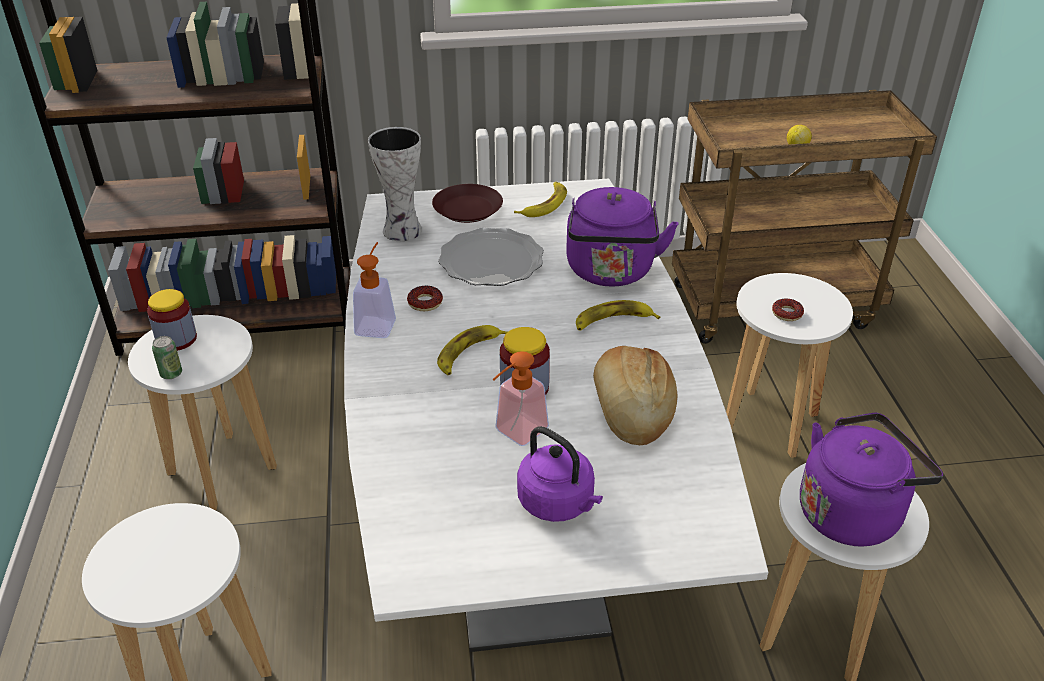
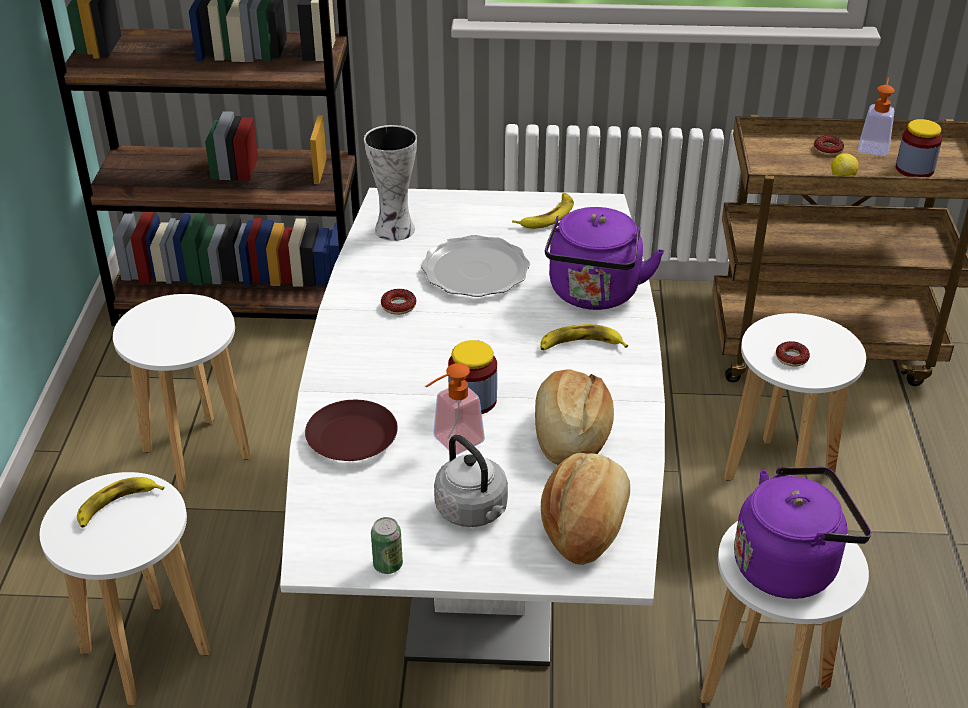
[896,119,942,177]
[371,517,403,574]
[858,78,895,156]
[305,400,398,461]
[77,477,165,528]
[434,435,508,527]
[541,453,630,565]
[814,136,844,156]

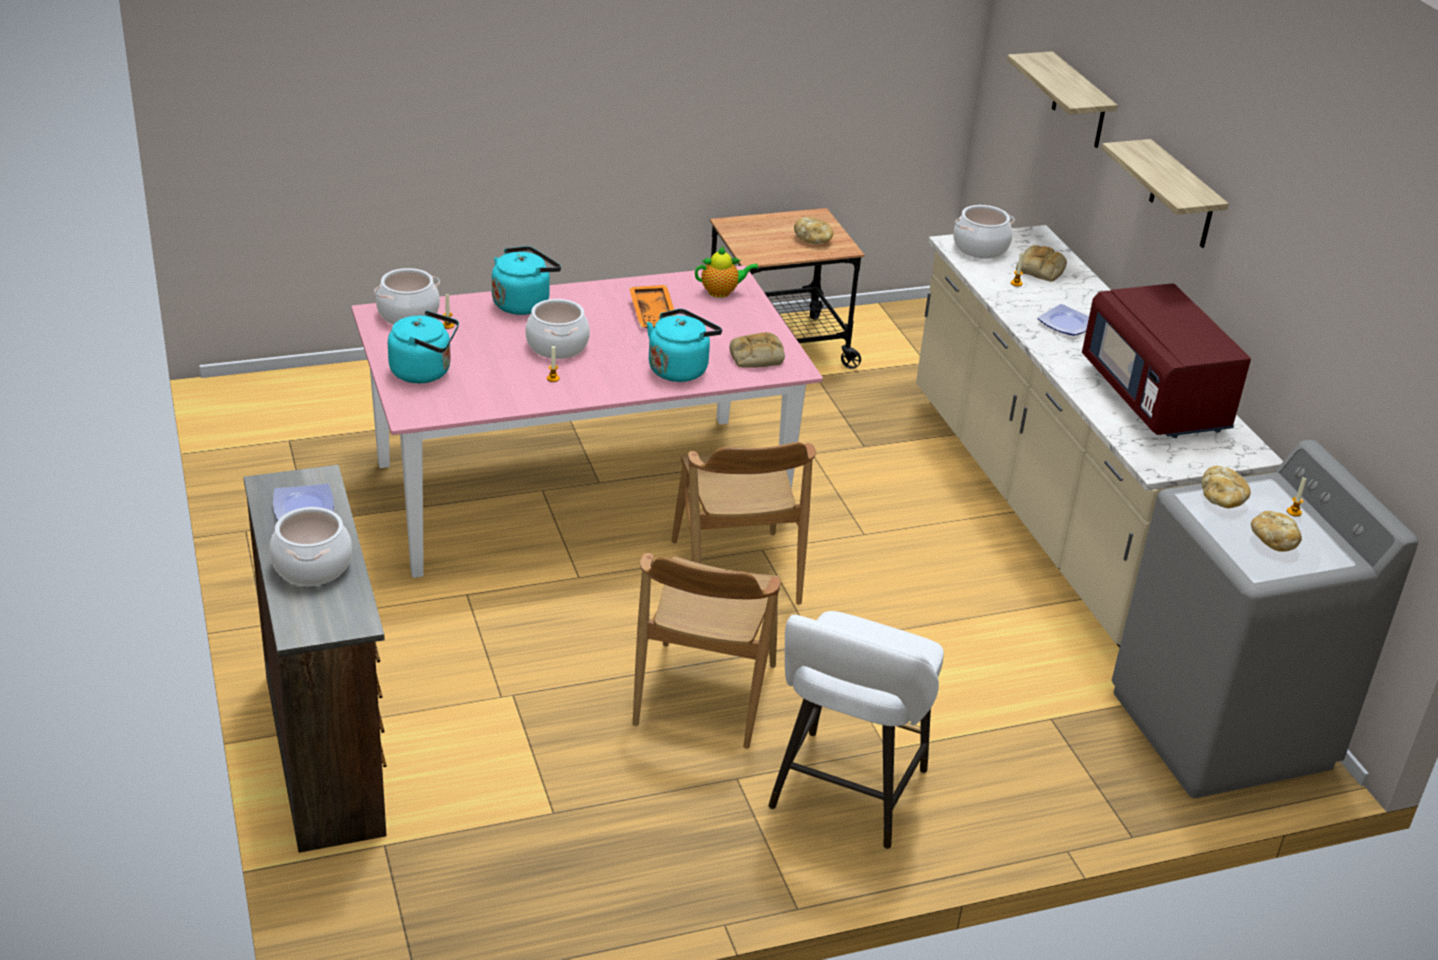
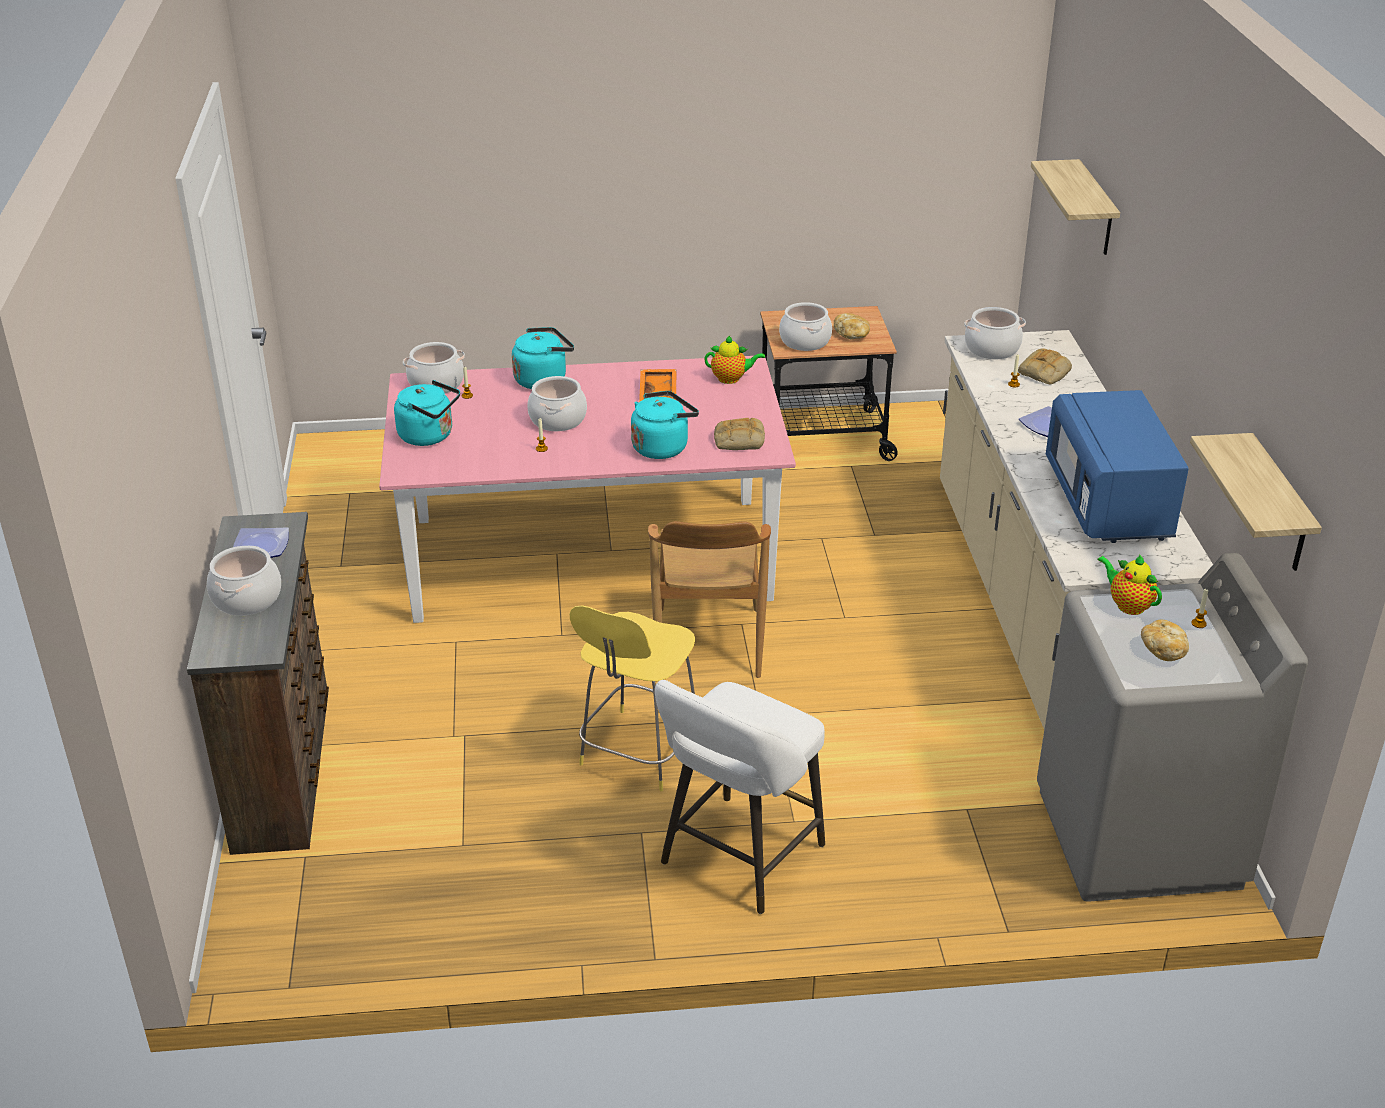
[570,605,695,791]
[1046,390,1189,543]
[1190,433,1322,571]
[1097,554,1162,615]
[779,302,832,351]

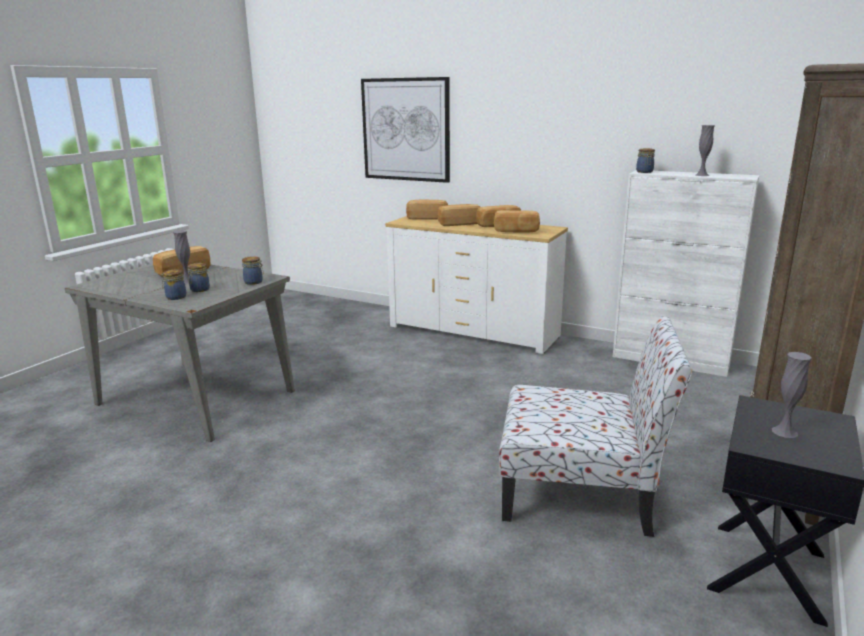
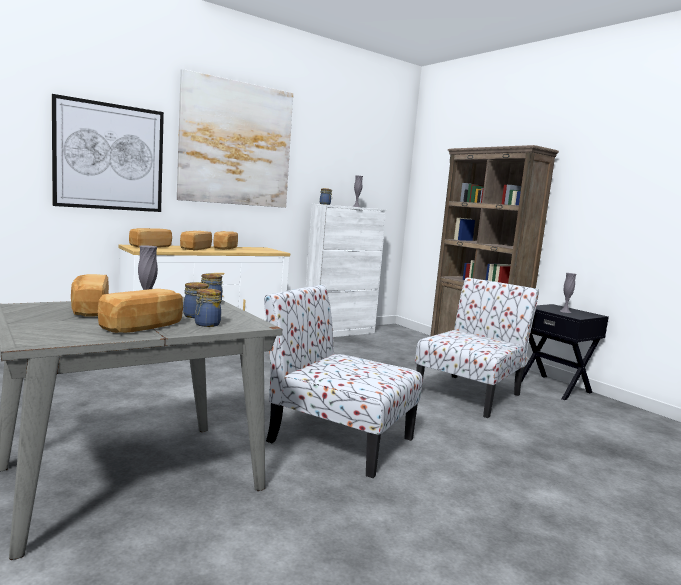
[98,289,183,333]
[177,69,293,208]
[264,285,423,478]

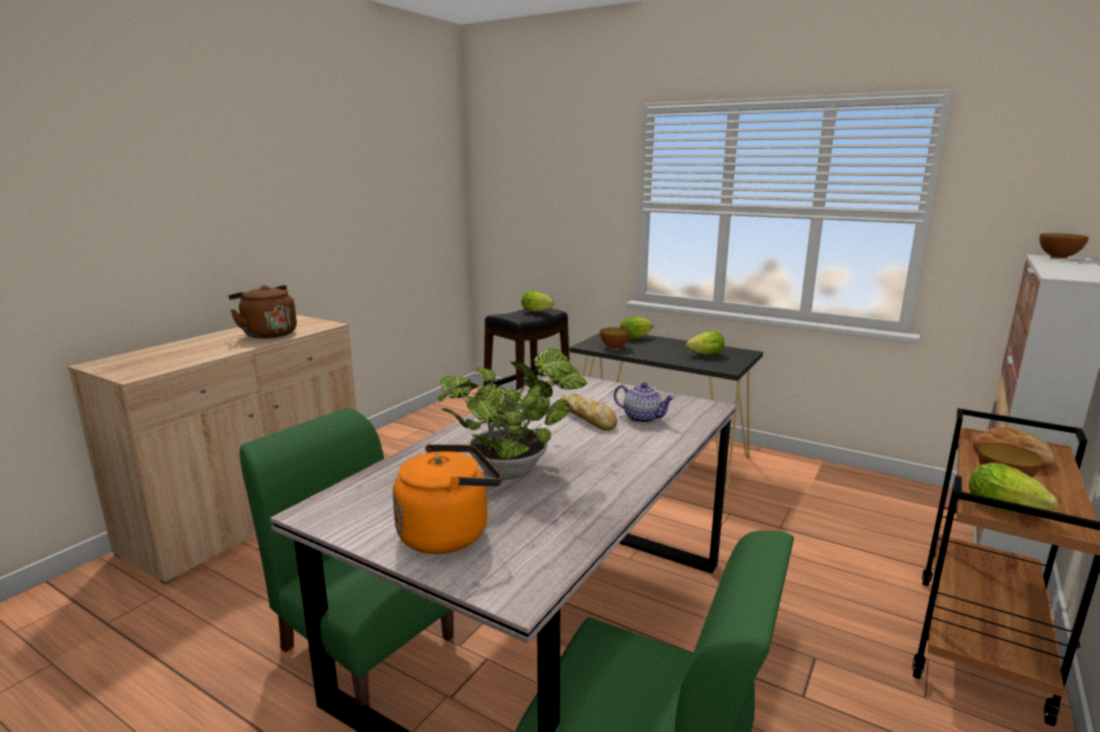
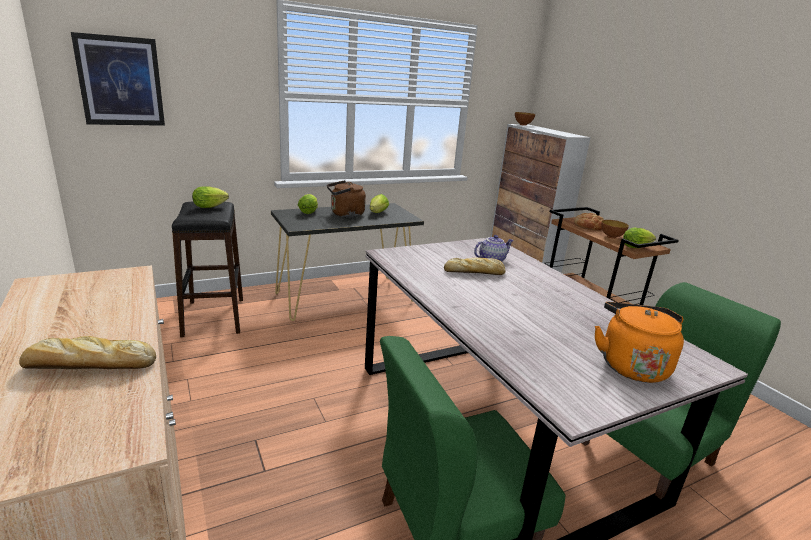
[327,180,366,217]
[438,348,587,480] (first image)
[600,327,630,349] (first image)
[19,336,156,369]
[71,32,165,126]

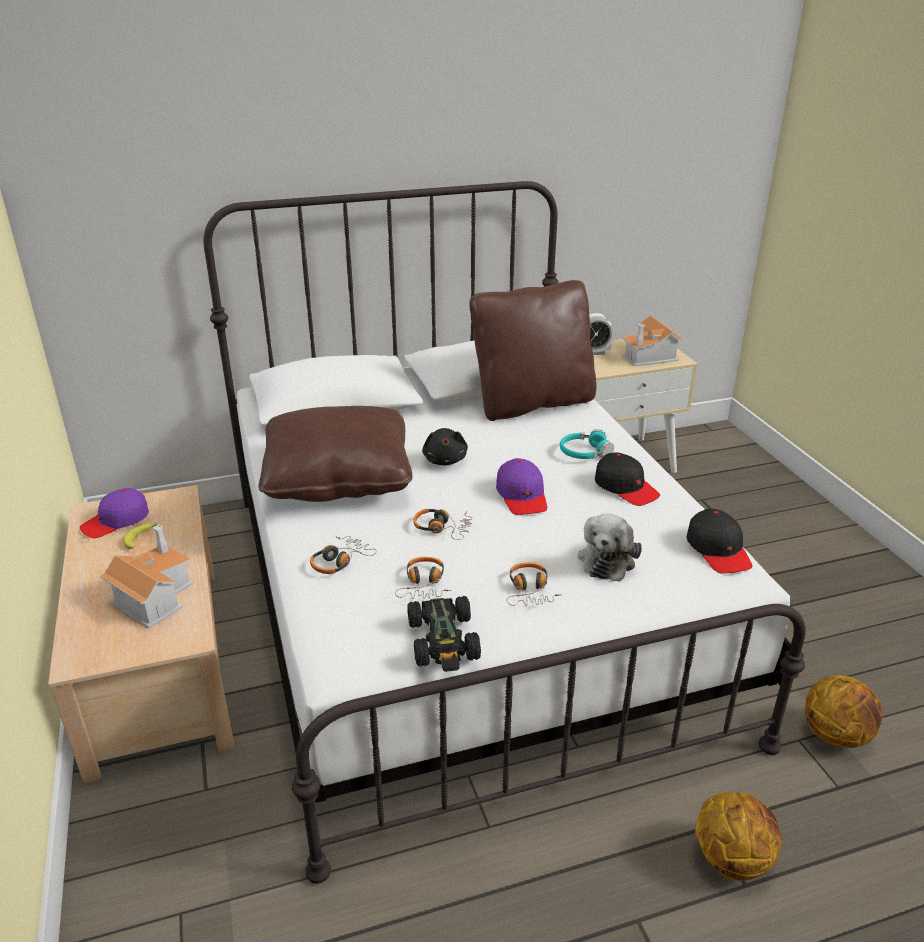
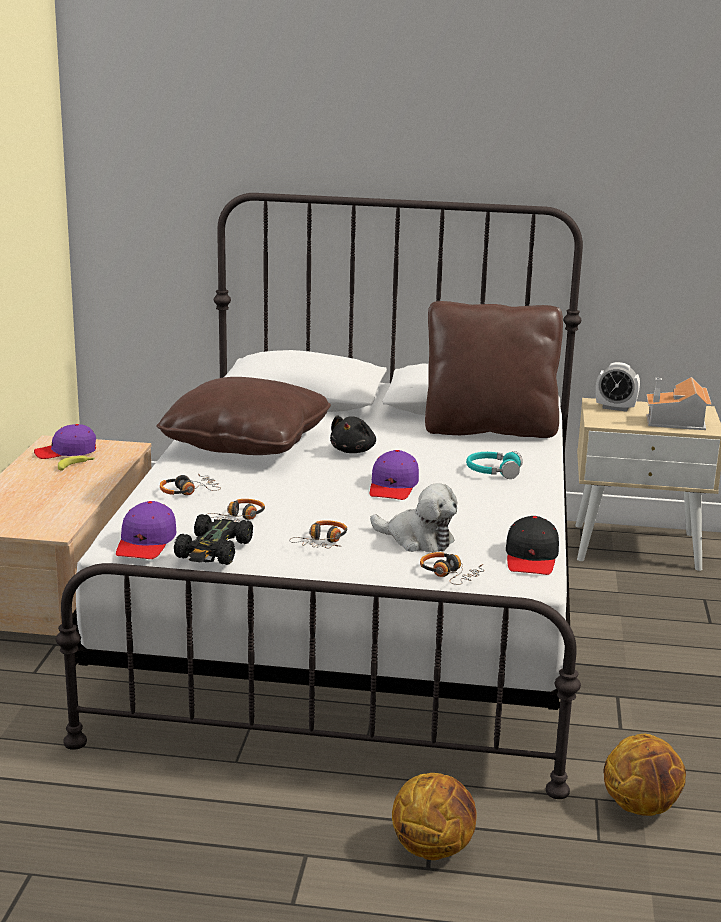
[100,525,194,628] (first image)
[420,552,485,585]
[370,483,457,553]
[595,452,660,506] (first image)
[116,501,176,559]

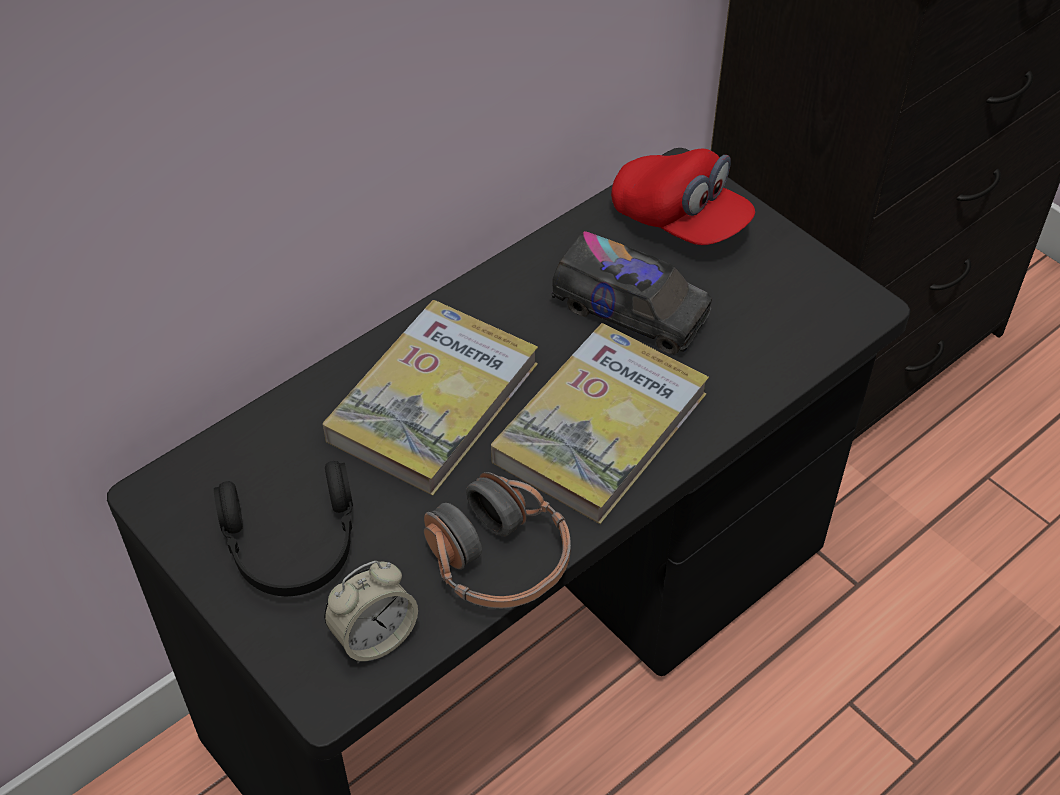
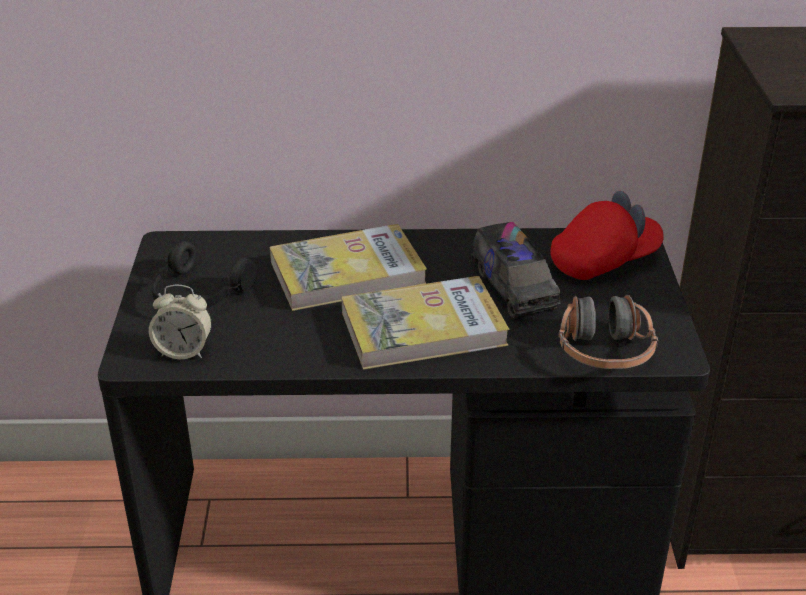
[558,295,658,369]
[550,191,664,280]

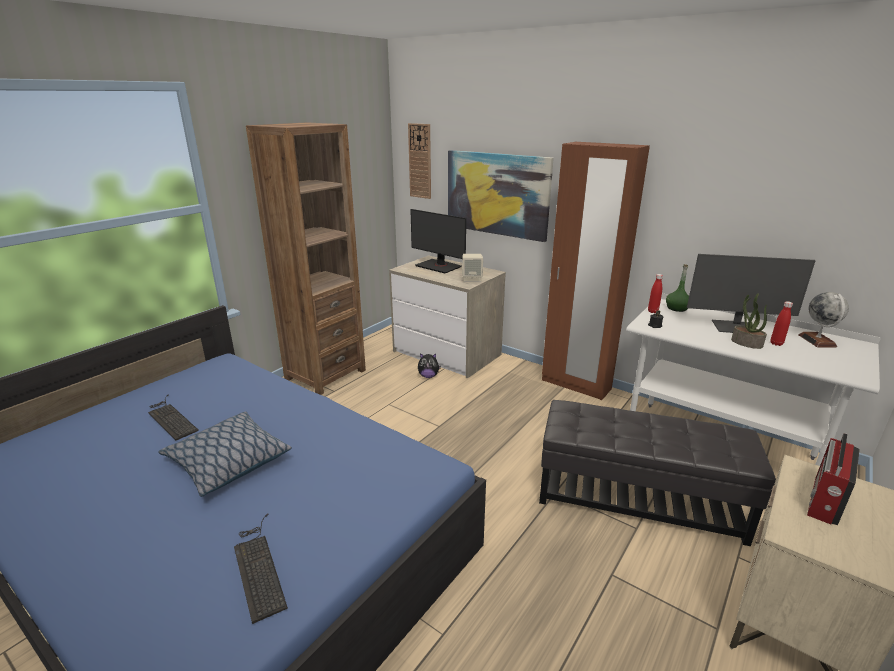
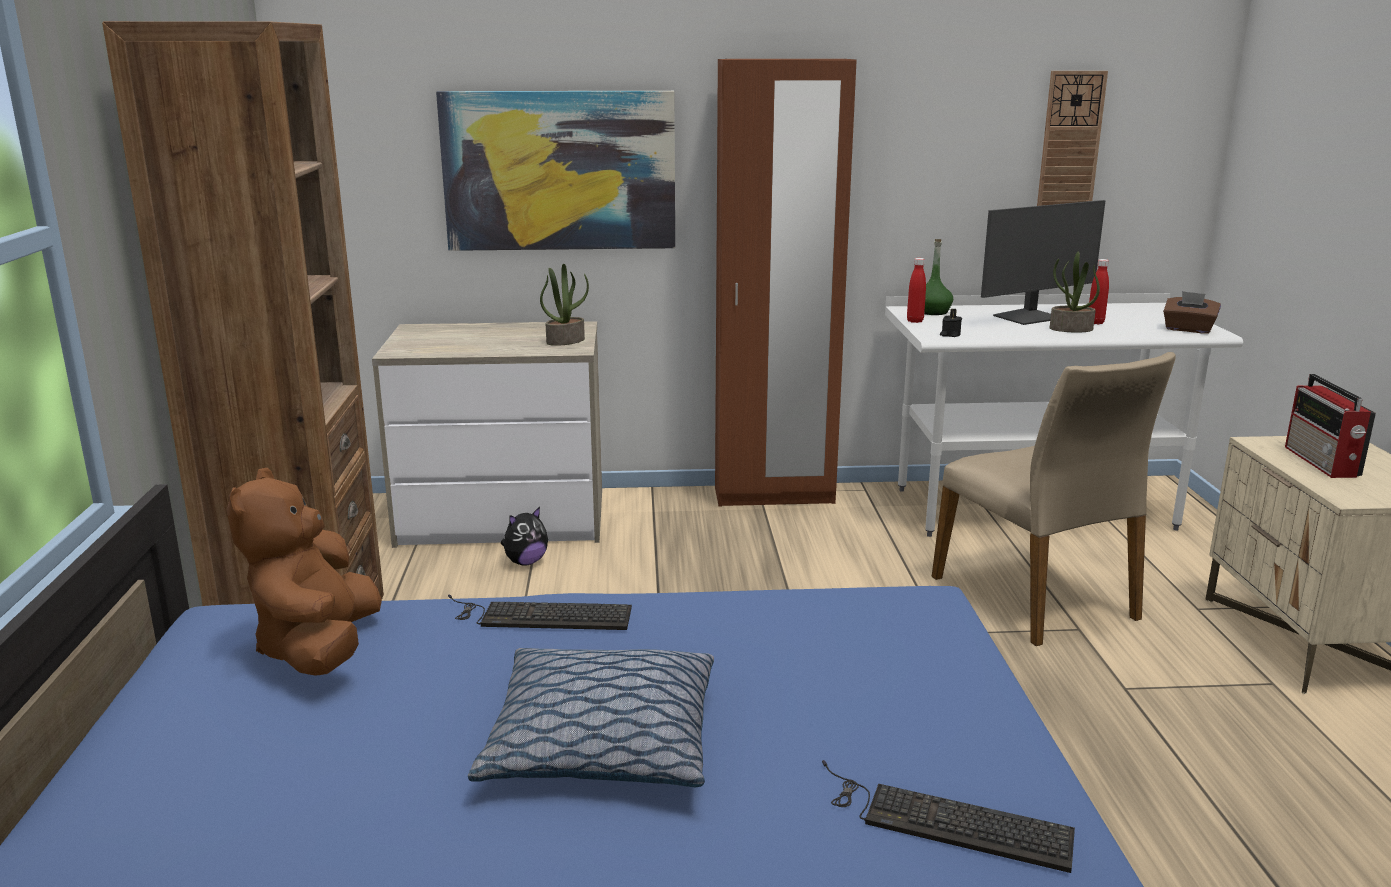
[448,594,632,630]
[1037,71,1108,206]
[410,209,466,273] (first image)
[540,264,589,346]
[932,352,1176,646]
[798,292,849,348] (first image)
[226,468,382,676]
[1163,291,1221,334]

